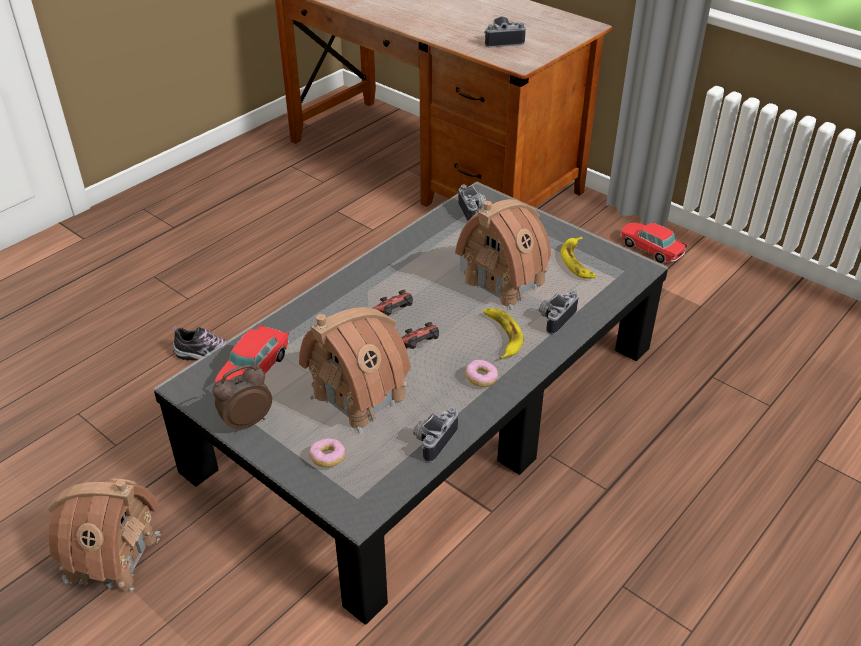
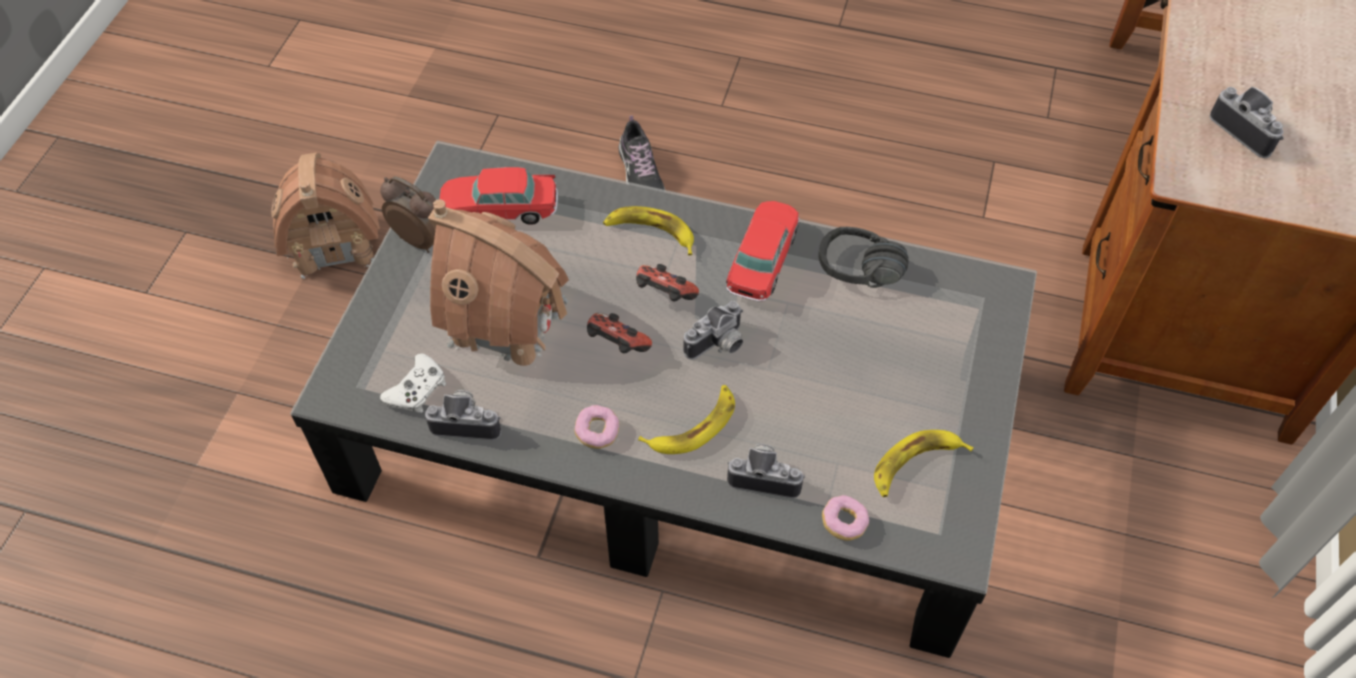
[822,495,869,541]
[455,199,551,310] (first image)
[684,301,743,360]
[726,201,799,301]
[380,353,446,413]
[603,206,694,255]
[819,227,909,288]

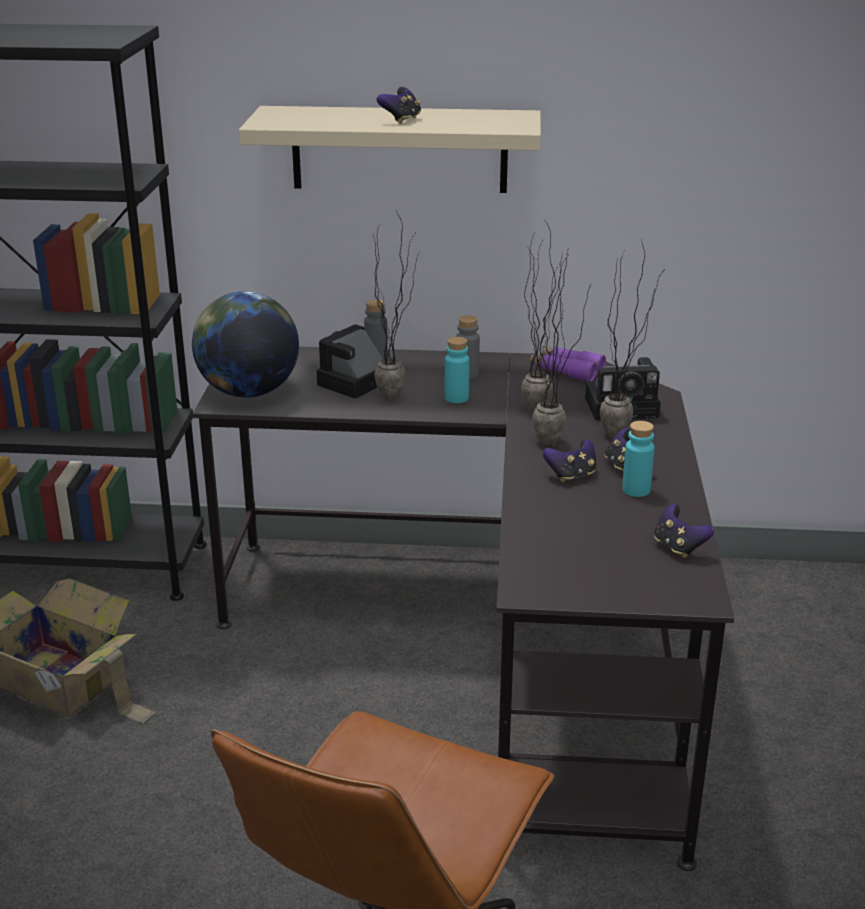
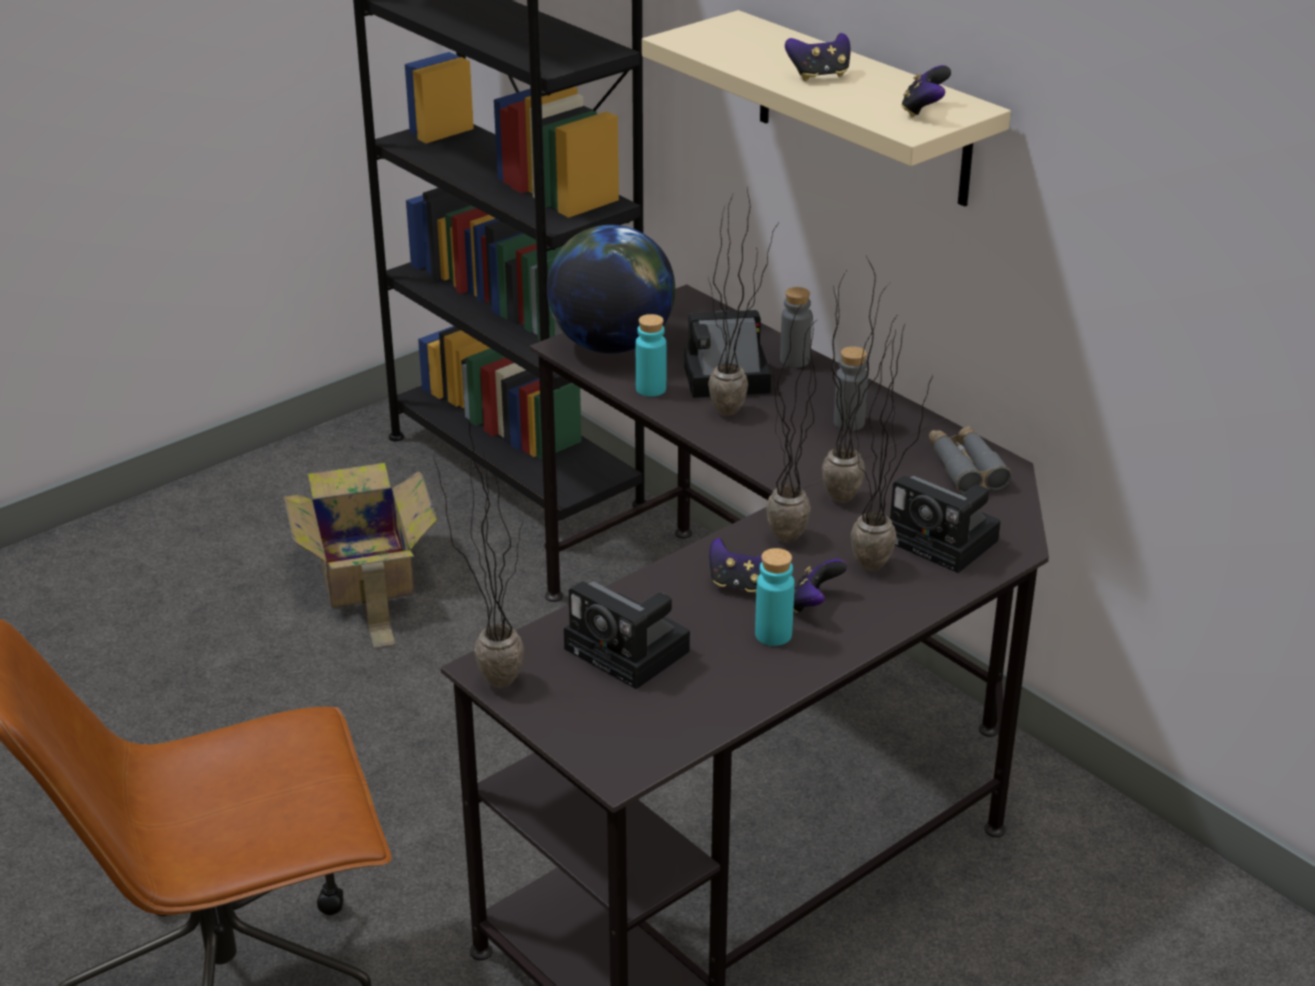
[636,314,667,397]
[929,426,1012,494]
[901,65,951,117]
[433,421,524,688]
[564,581,690,689]

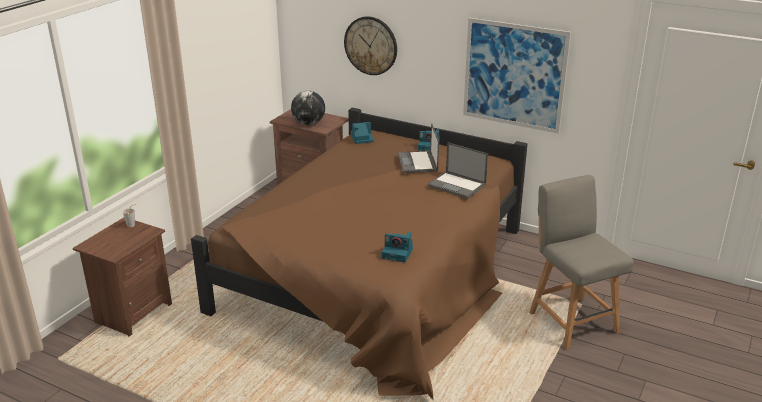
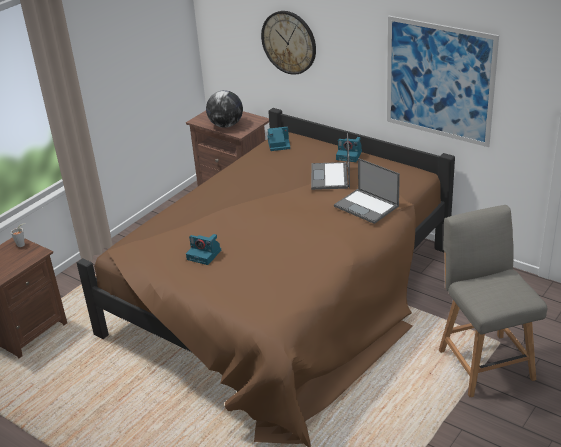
[186,234,221,265]

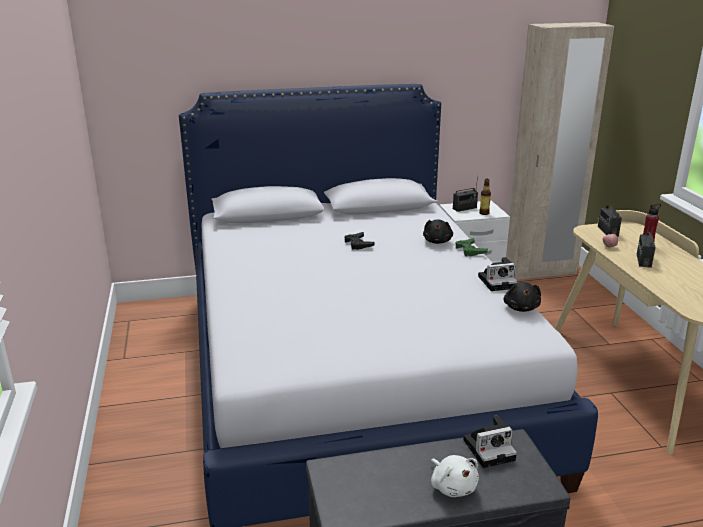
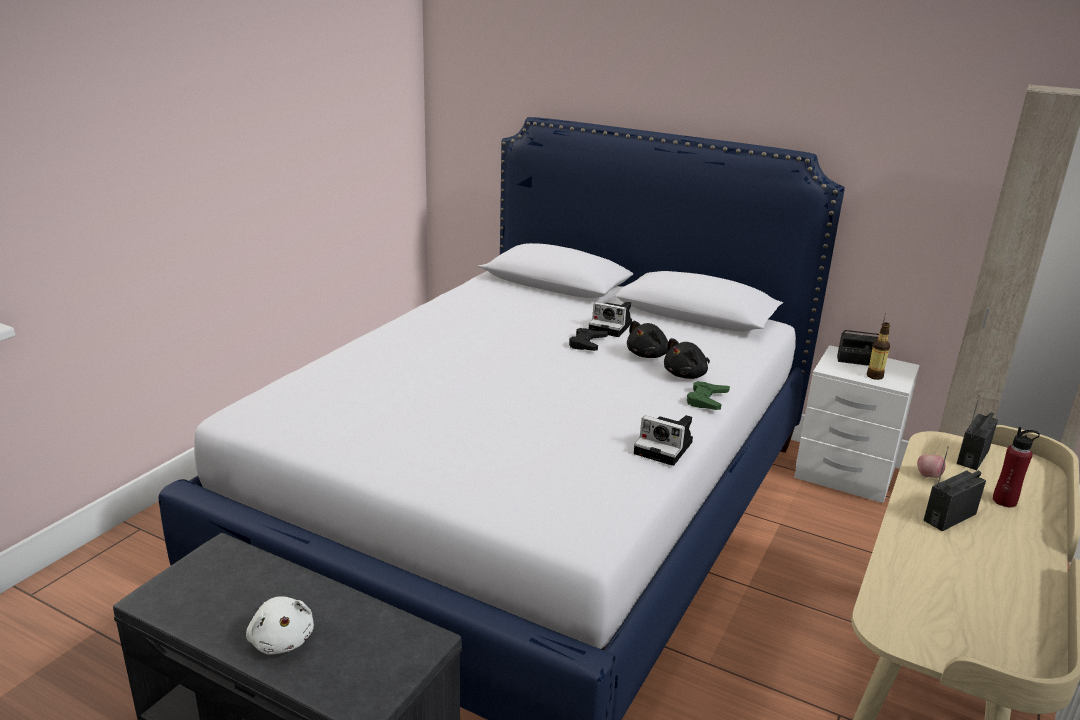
[246,596,314,655]
[589,302,632,337]
[627,321,668,358]

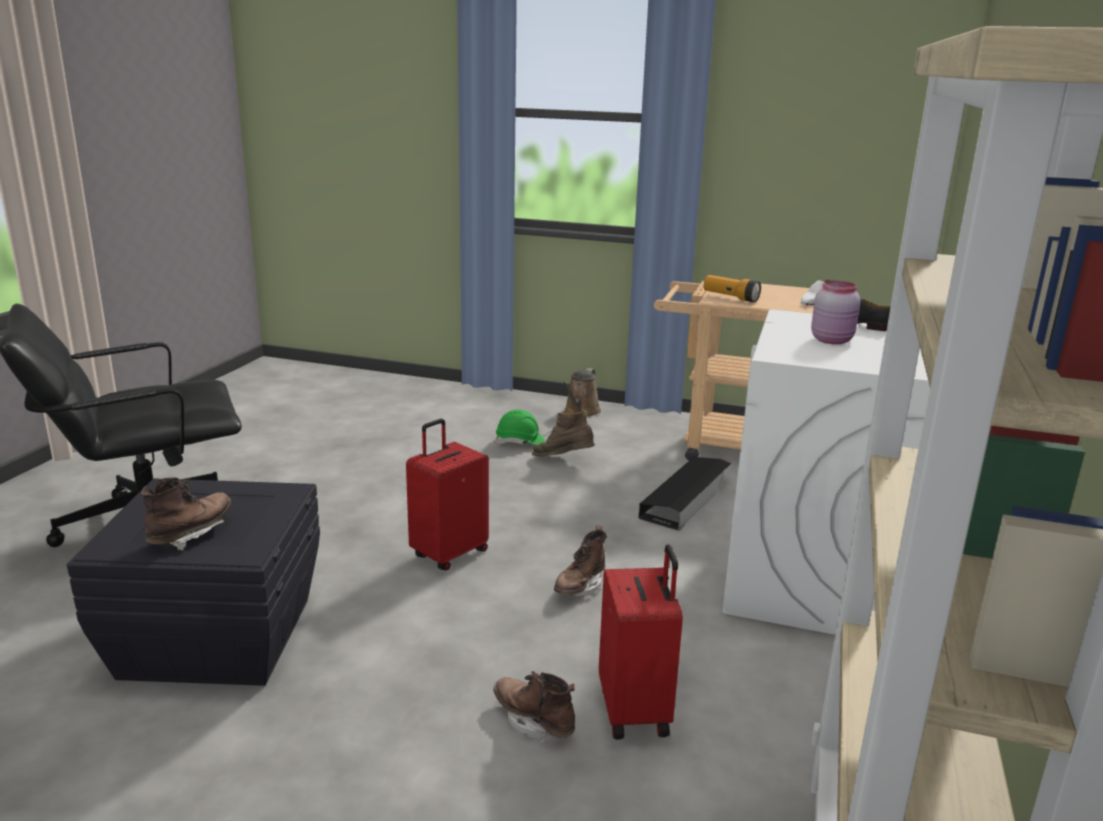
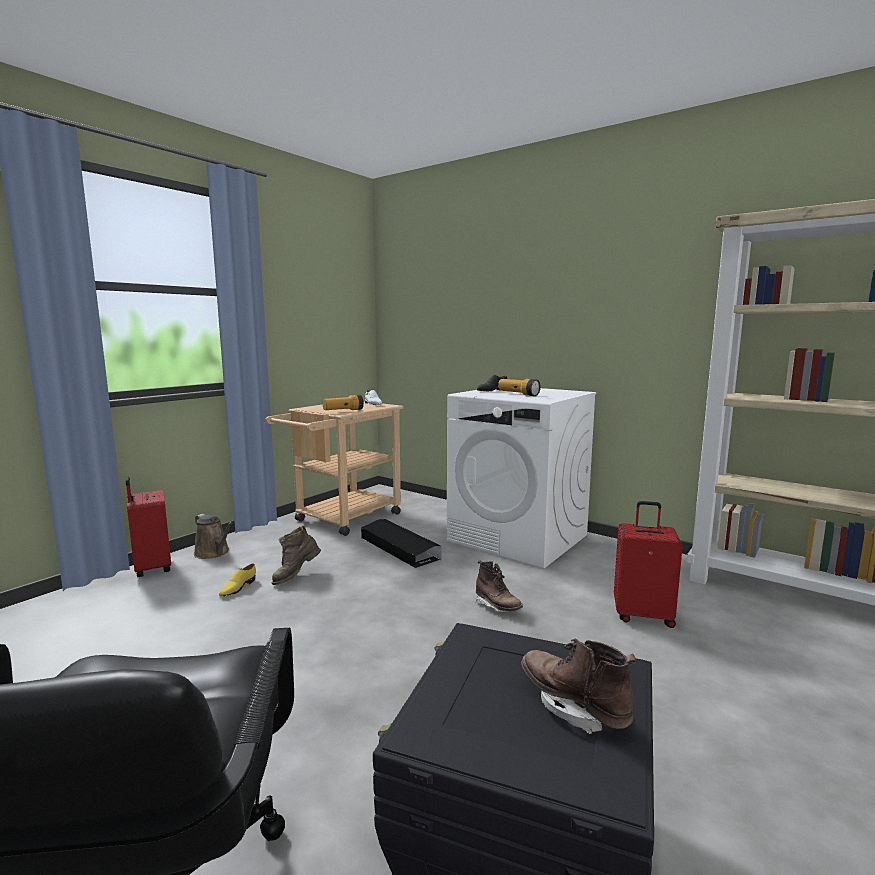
[126,476,171,577]
[493,671,575,743] (first image)
[219,564,256,597]
[498,379,541,396]

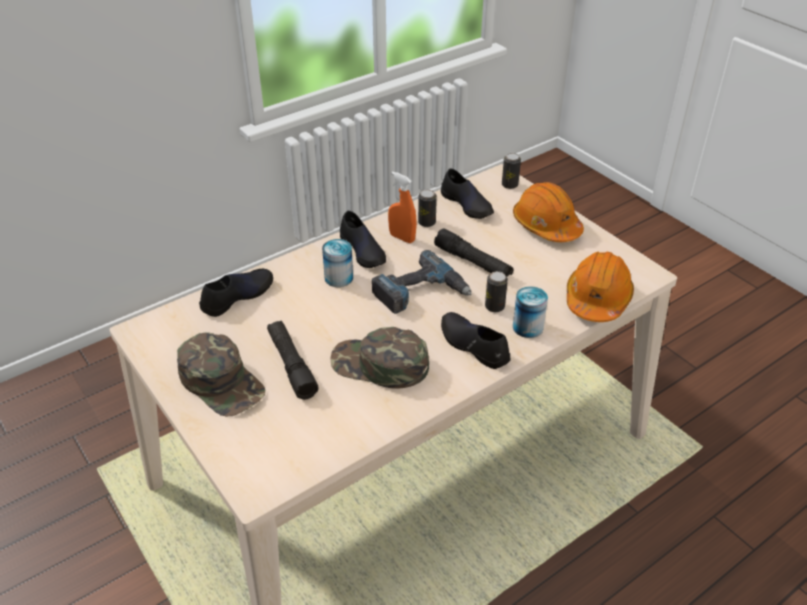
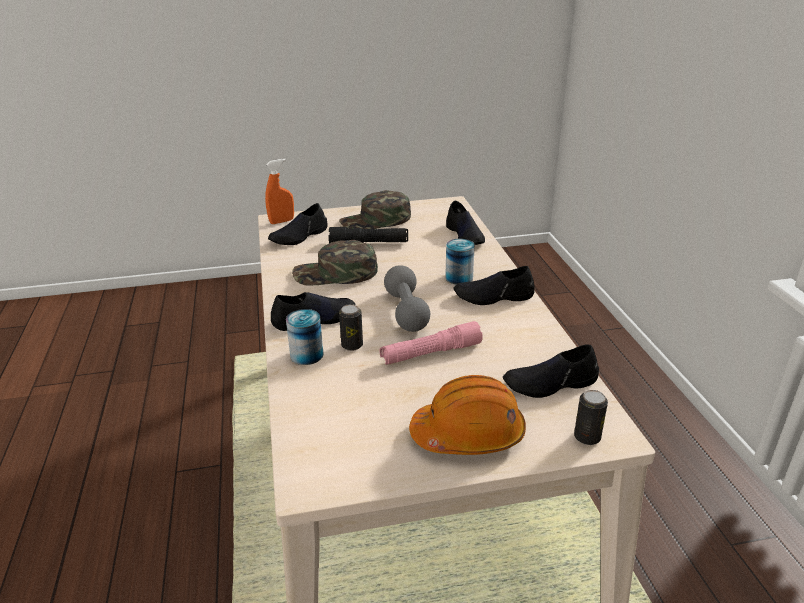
[292,240,378,286]
[384,265,430,332]
[265,159,294,224]
[418,190,437,227] (first image)
[379,321,483,365]
[567,252,634,322] (first image)
[268,203,328,245]

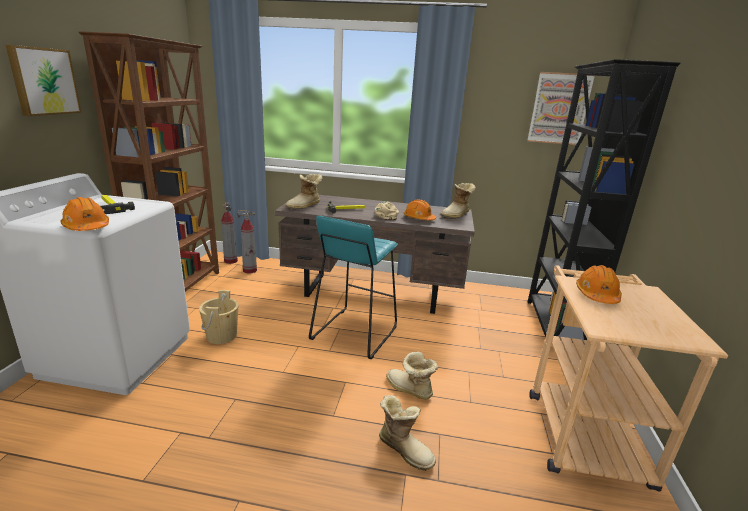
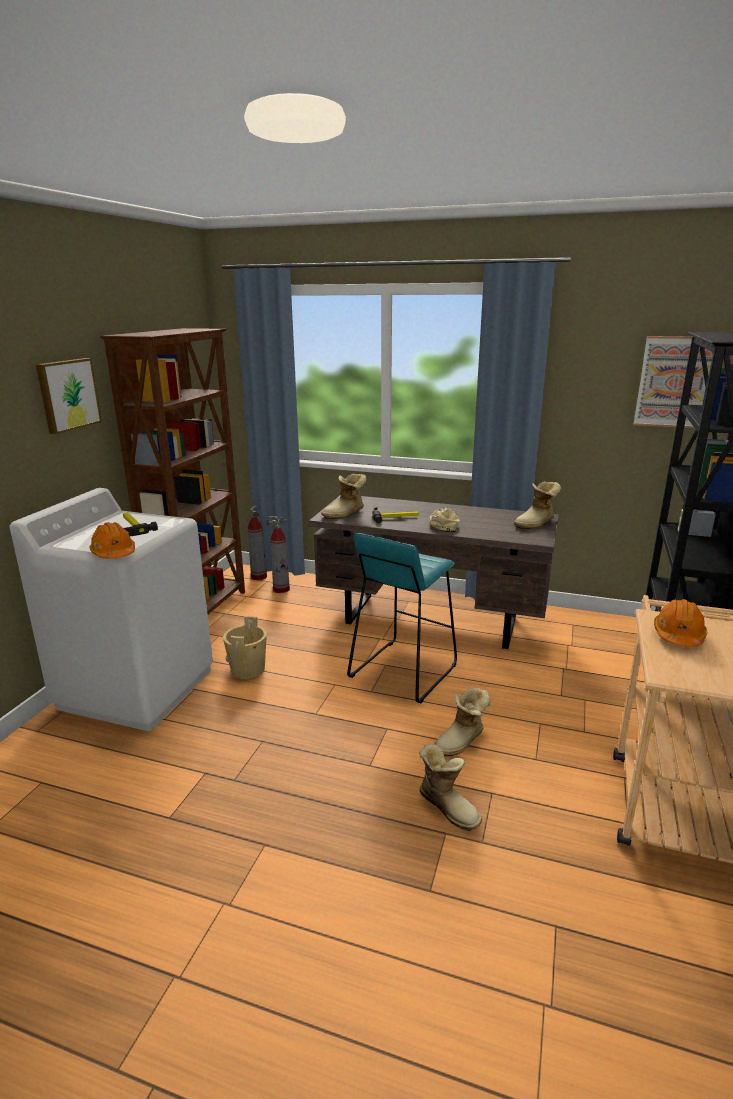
[434,687,491,757]
[403,200,436,220] (first image)

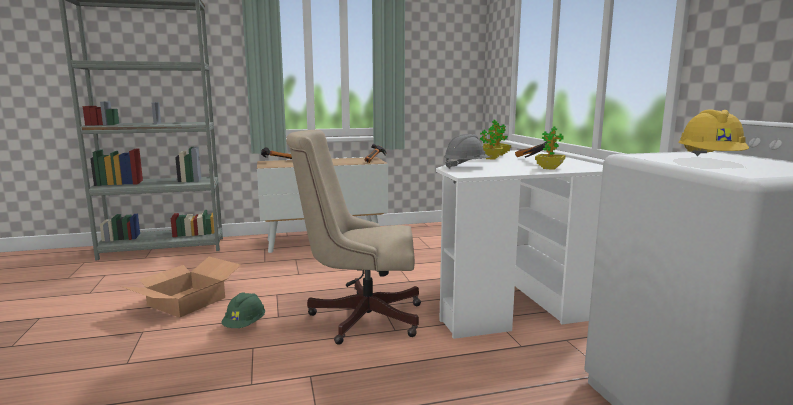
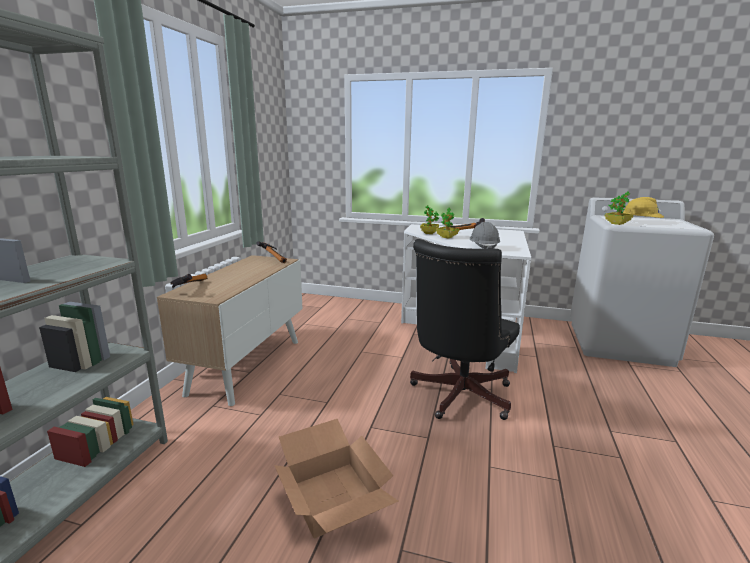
[221,292,265,328] (first image)
[410,239,520,420]
[605,191,633,225]

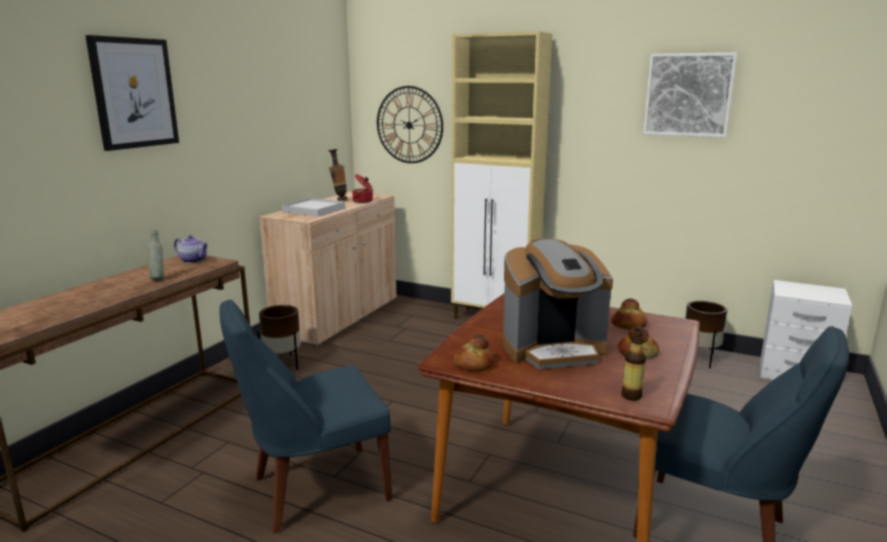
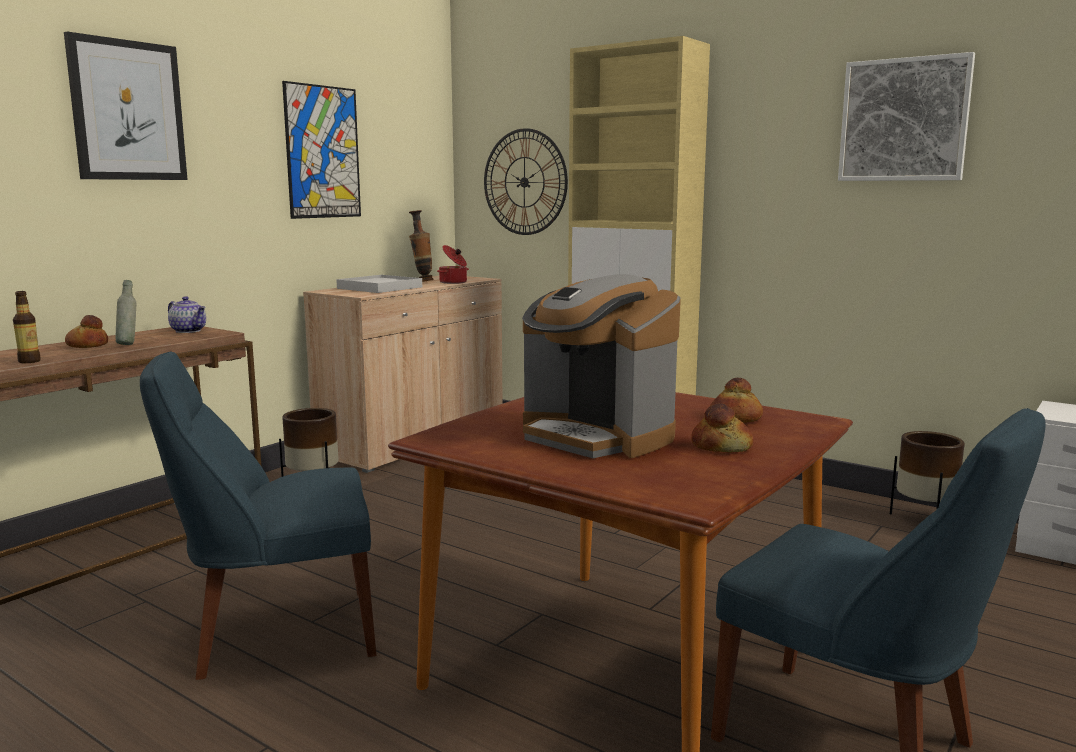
[65,315,108,348]
[522,274,681,458]
[13,291,41,363]
[282,81,361,219]

